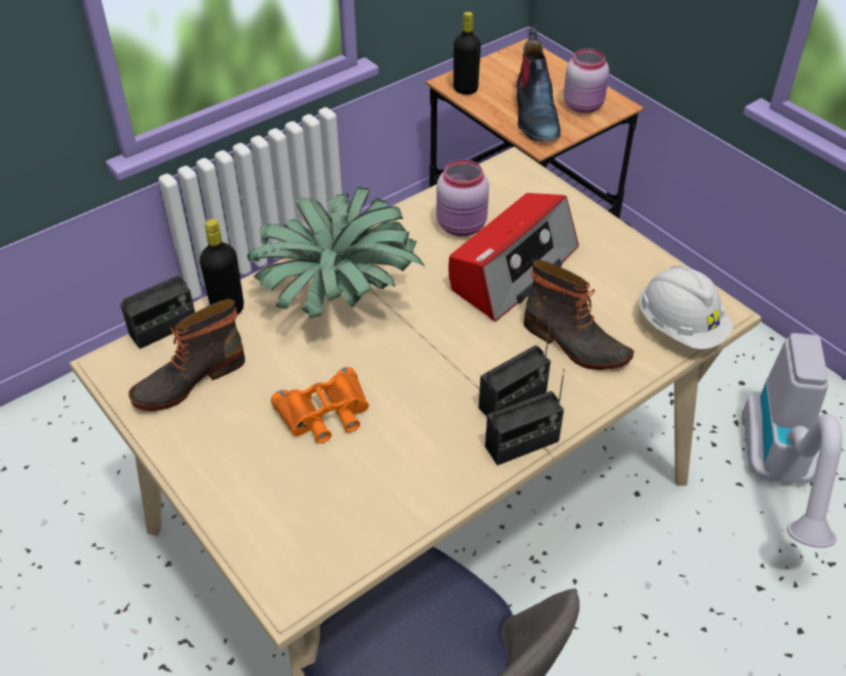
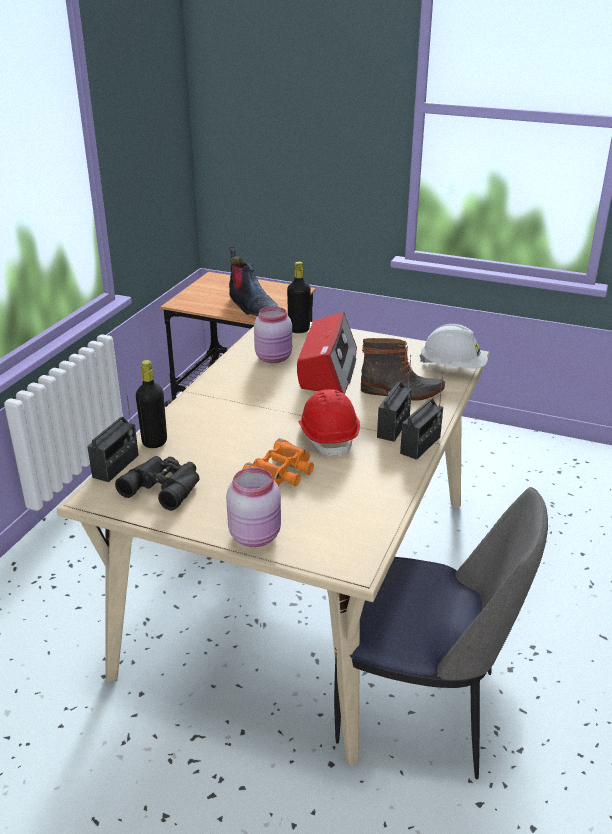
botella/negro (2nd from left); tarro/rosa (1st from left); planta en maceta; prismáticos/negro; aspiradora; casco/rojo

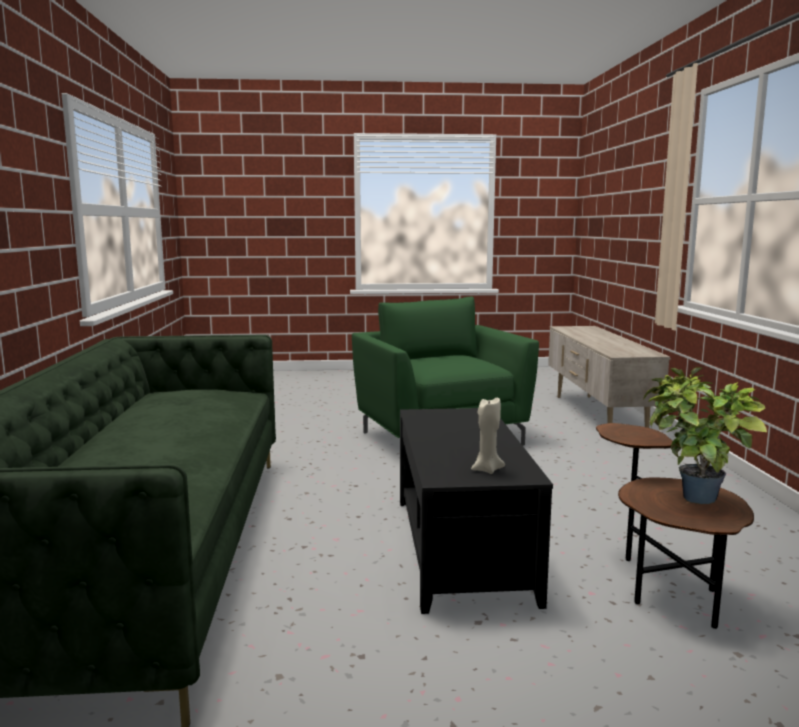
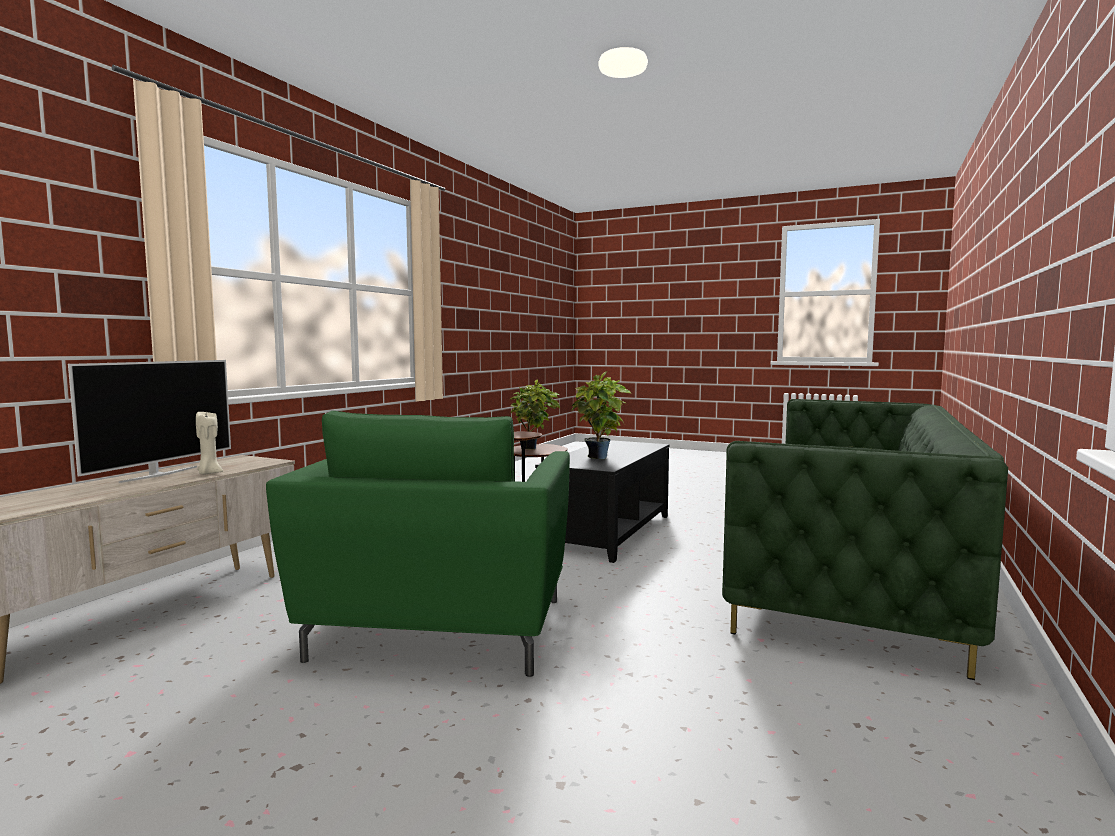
vela/beis; televisor; planta en maceta (2nd from left)

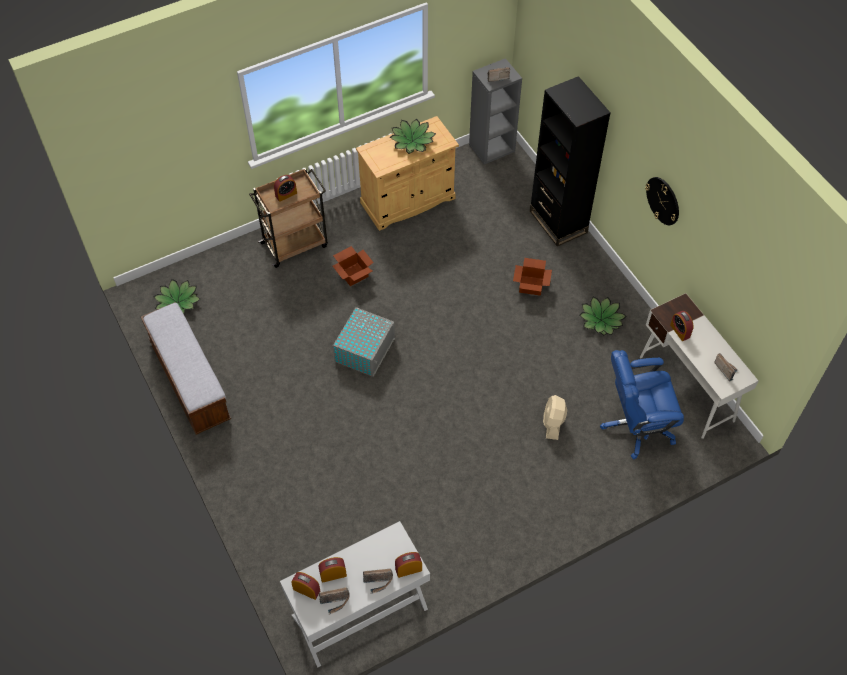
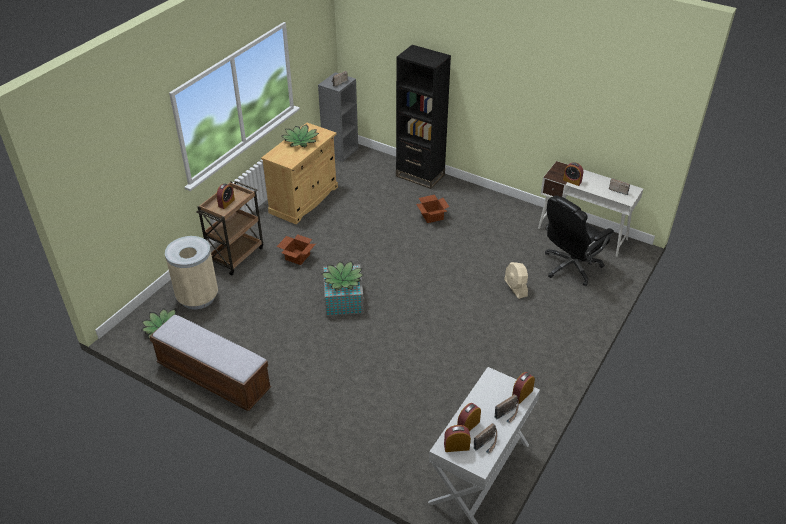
reloj de pared; planta en maceta (3rd from left); silla de oficina/negro; papelera/beis

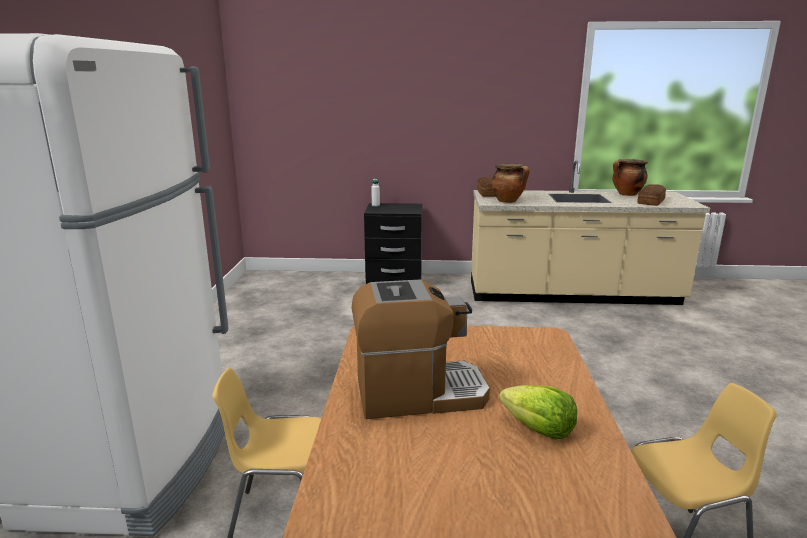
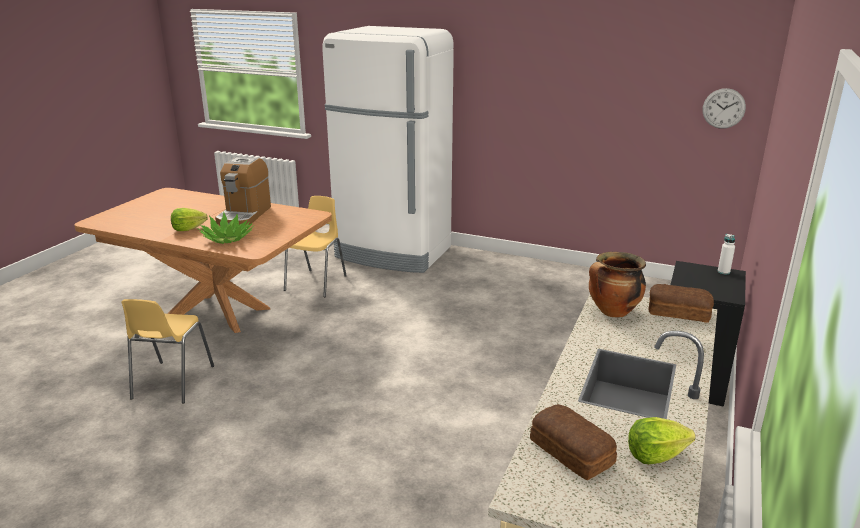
lechuga (2nd from left); reloj de pared; planta en maceta

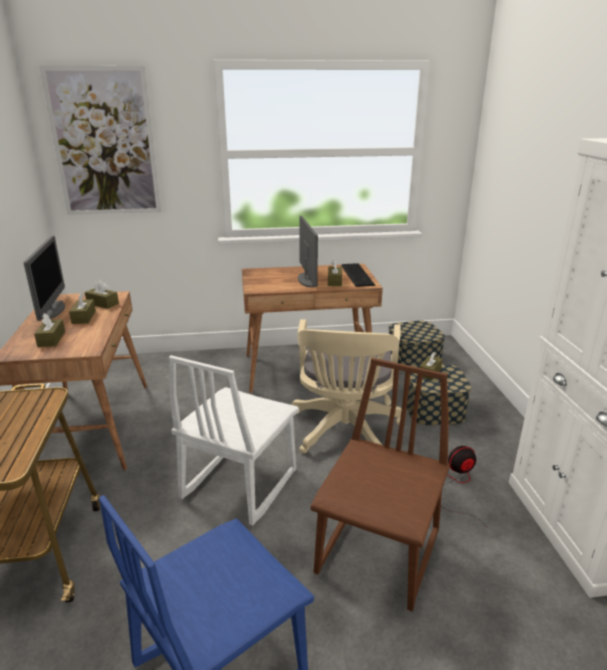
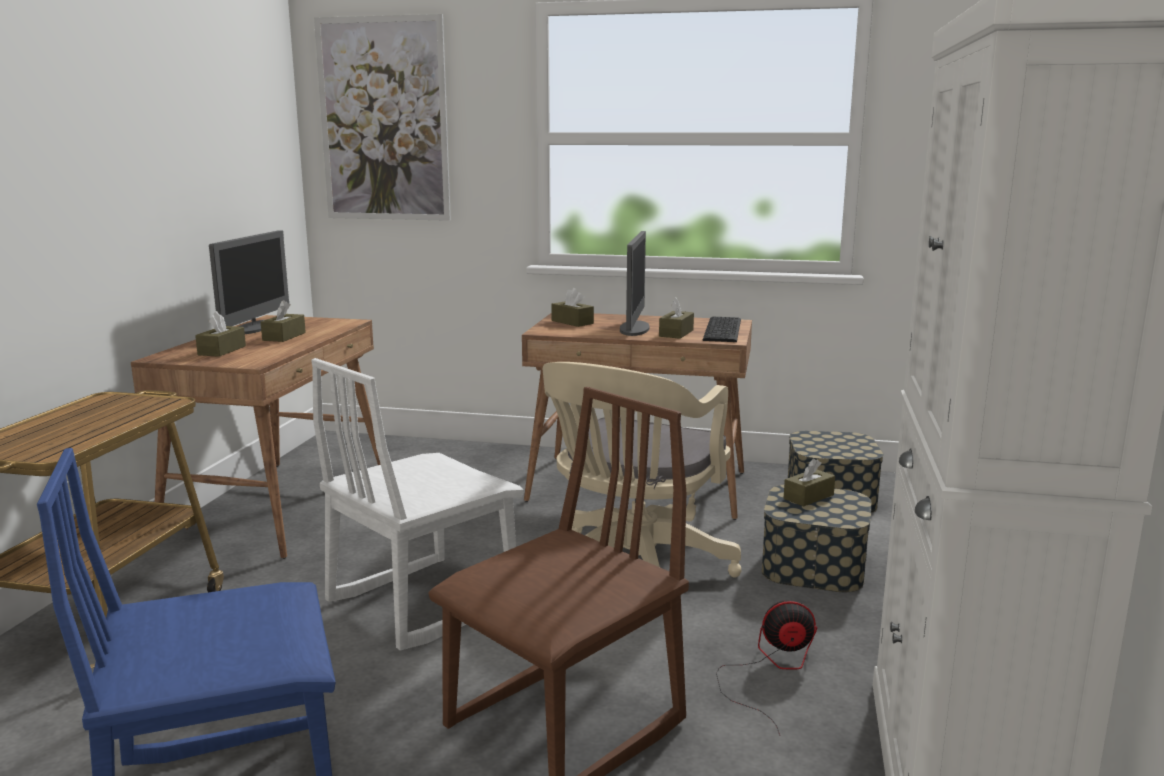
caja de pañuelos/marrón (3rd from left)

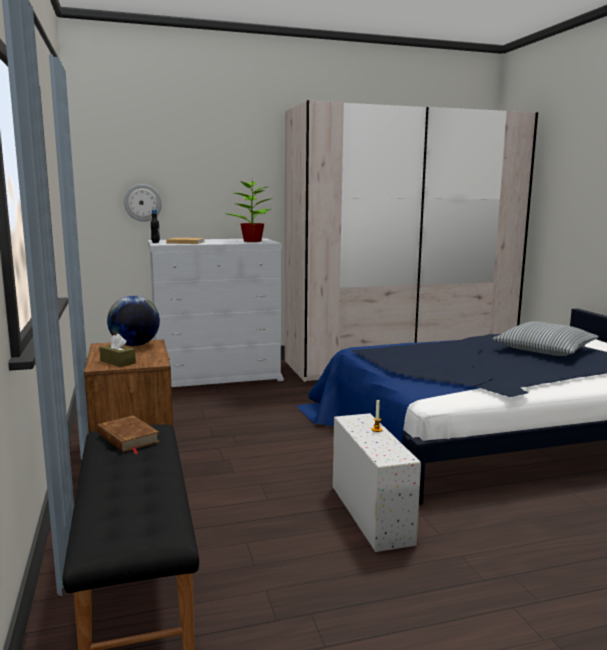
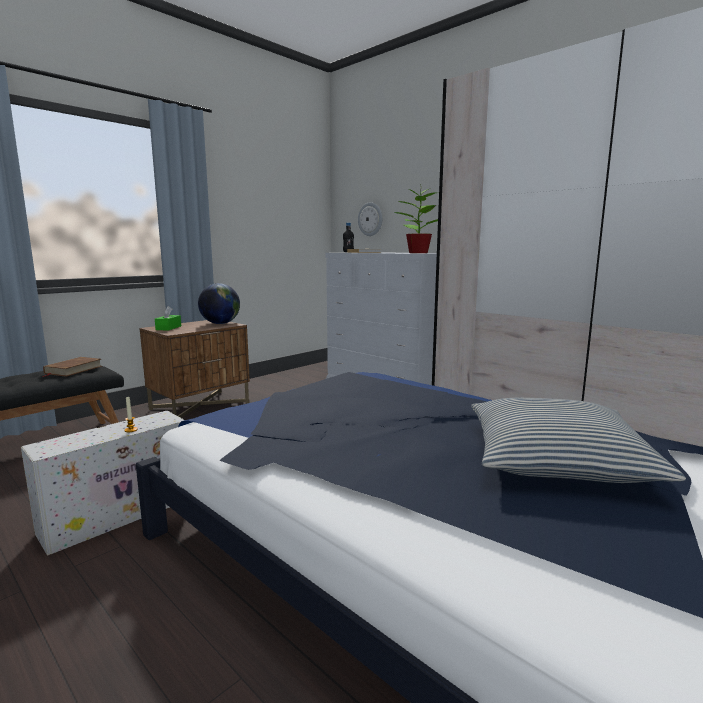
caja de pañuelos/verde

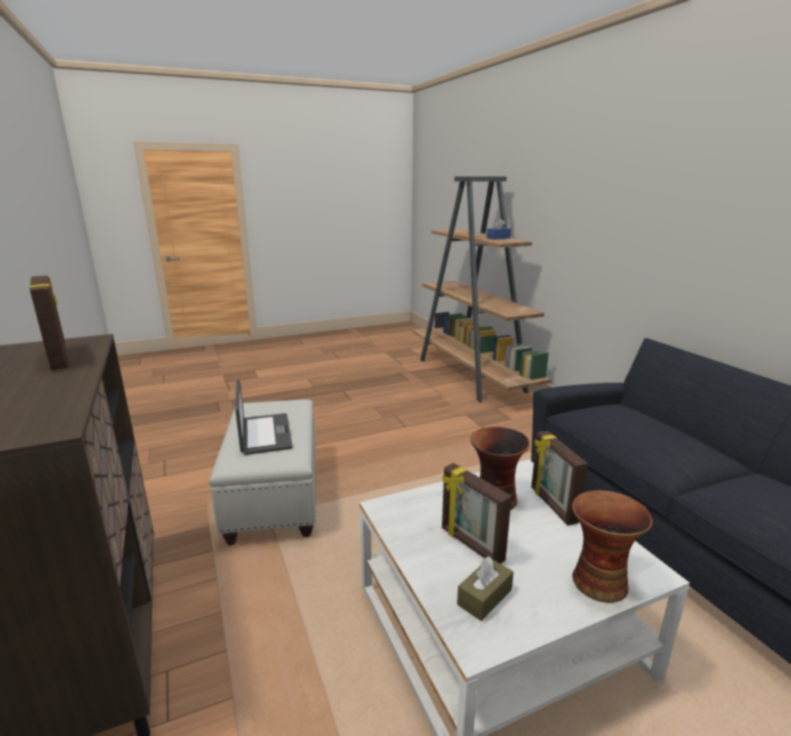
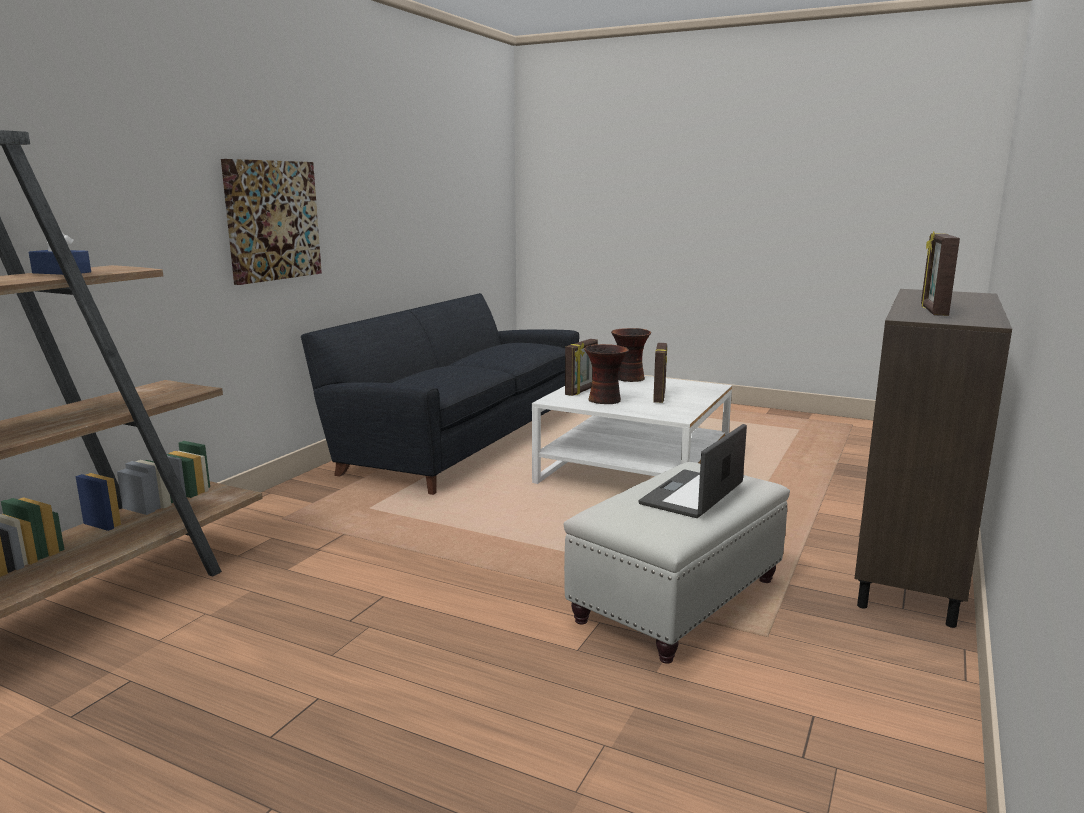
caja de pañuelos/marrón; cuadro

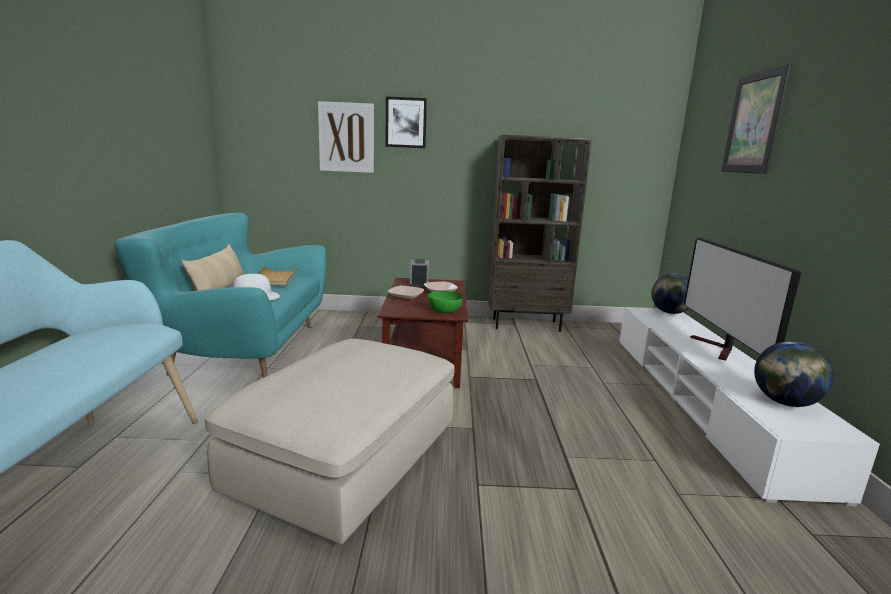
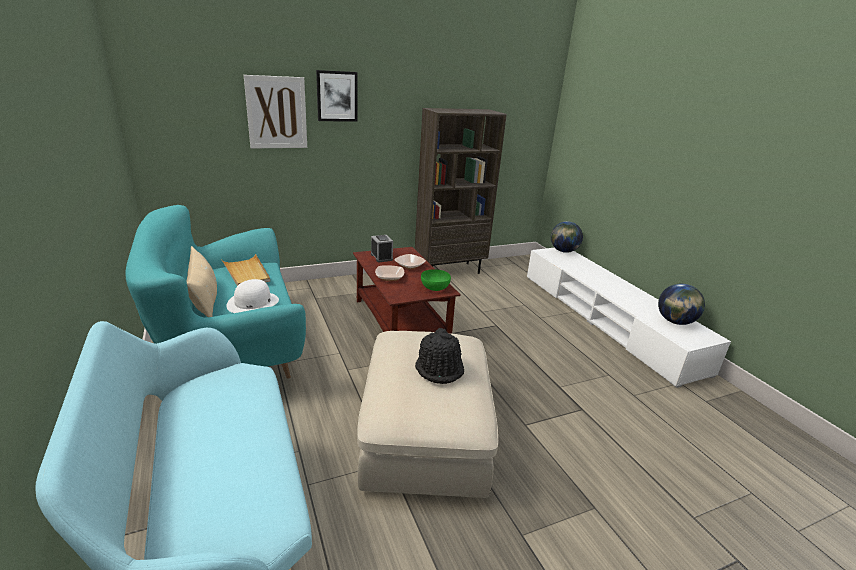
cuadro (3rd from left in the first image); televisor; sombrero/negro

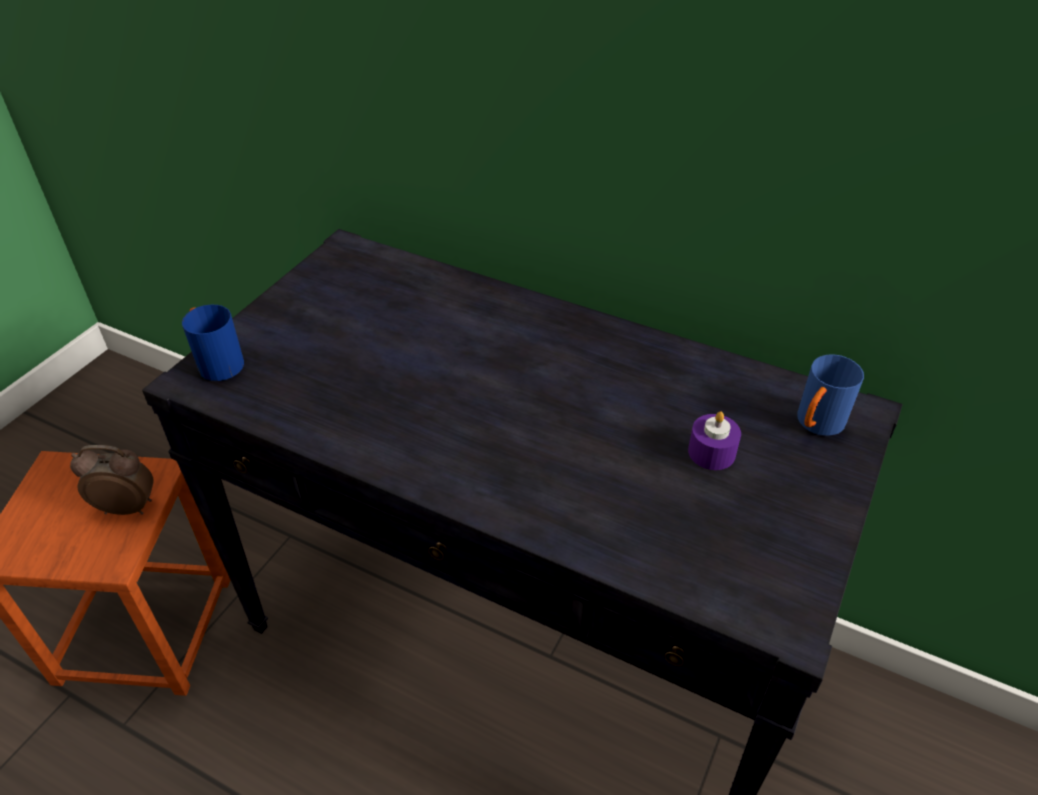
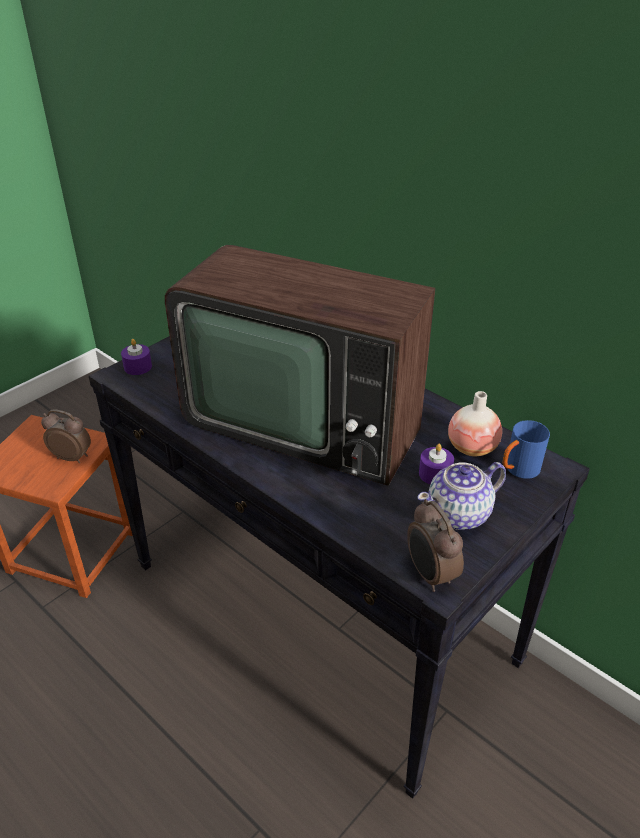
vela/morado (1st from left); televisor; florero; tetera; despertador (2nd from left)

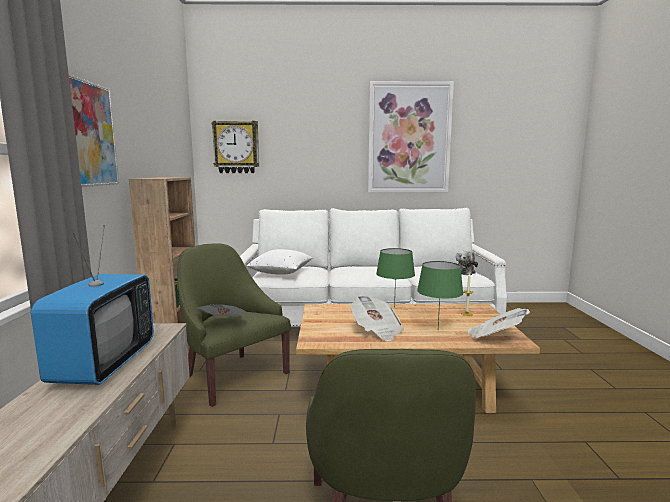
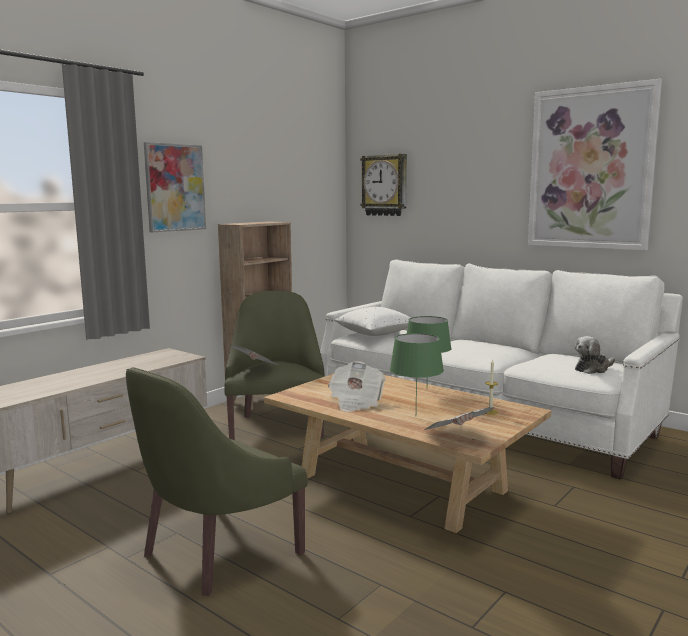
televisor

